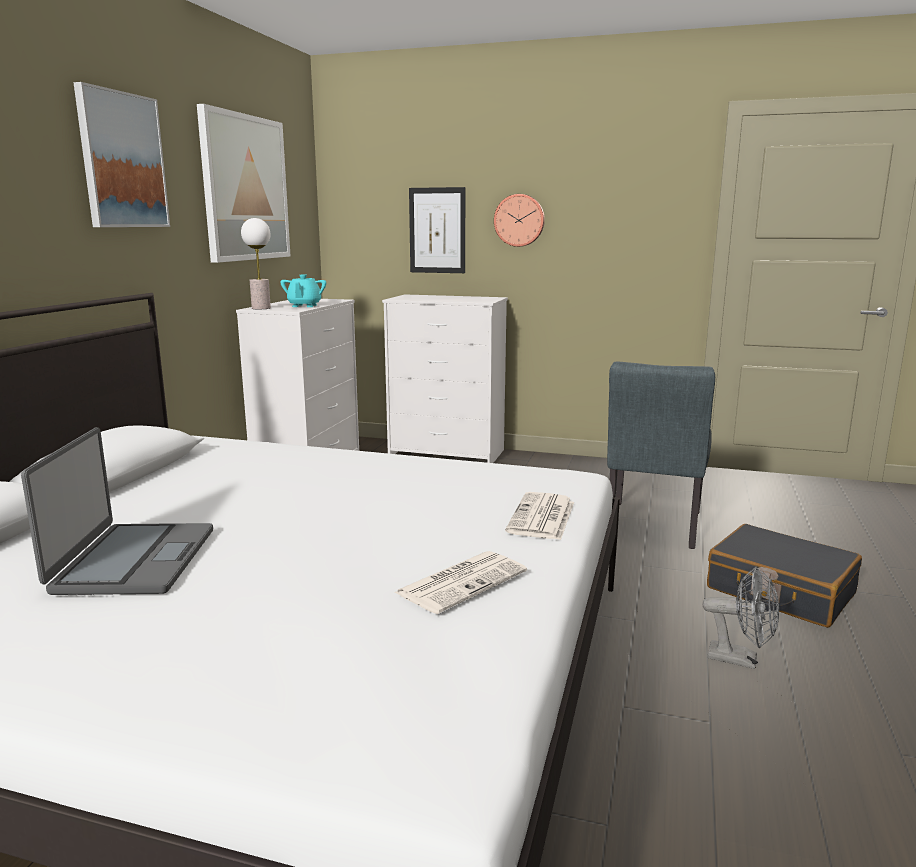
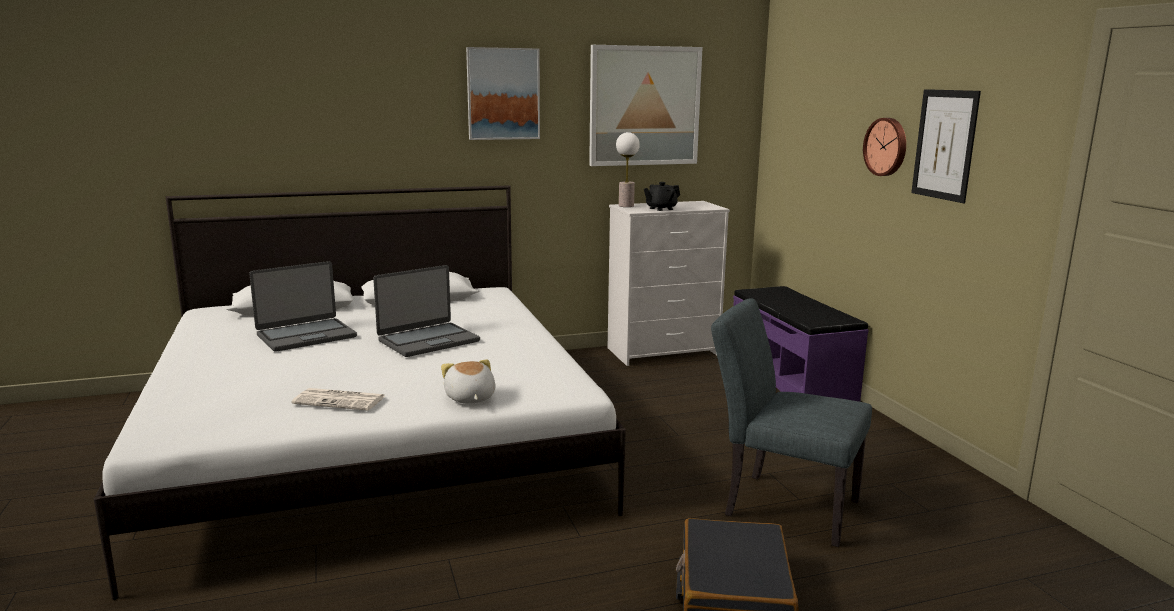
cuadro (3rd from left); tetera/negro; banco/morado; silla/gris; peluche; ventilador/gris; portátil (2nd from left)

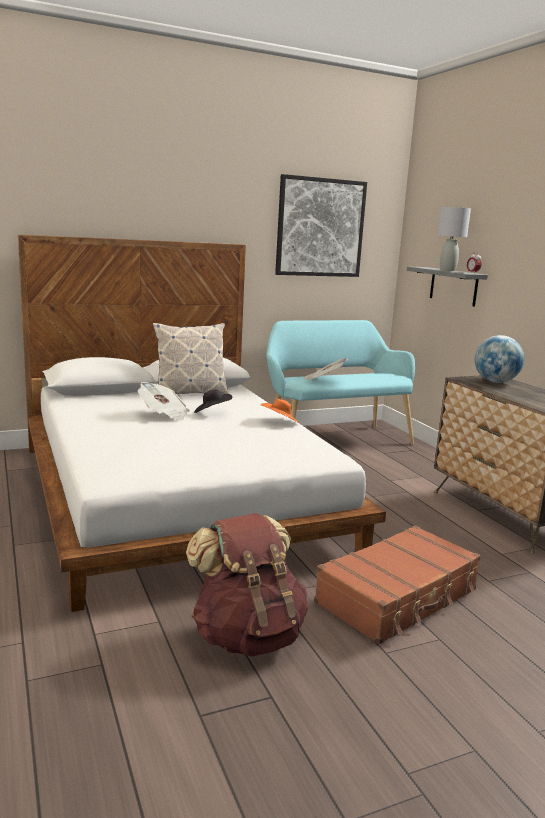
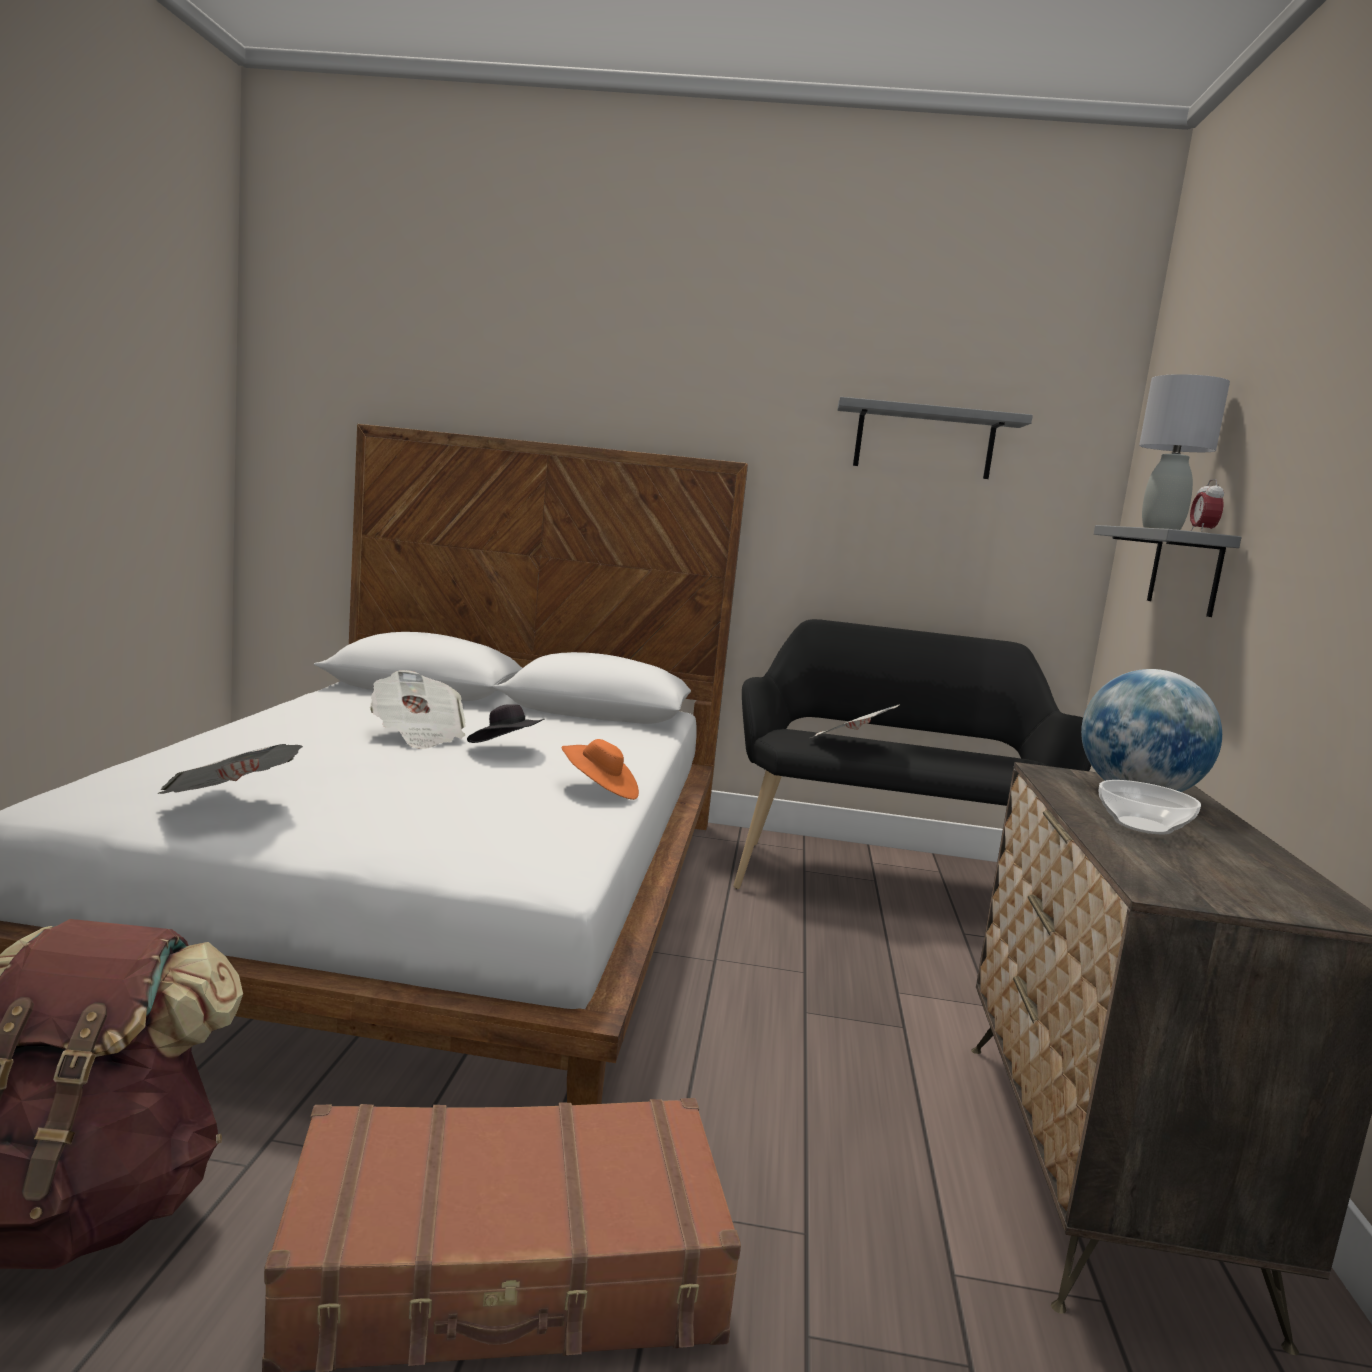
estante/gris (1st from left); banco/negro; cojín; periódico (1st from left); cuenco

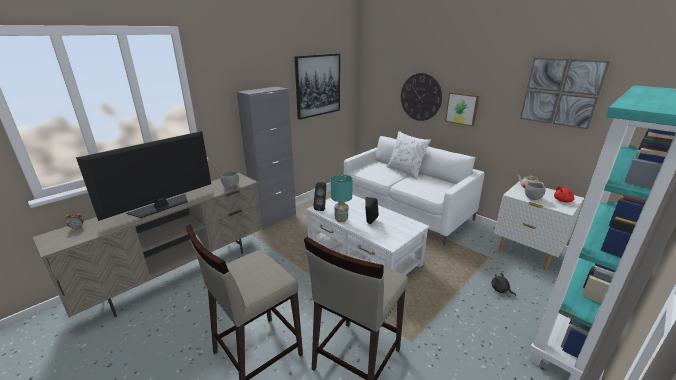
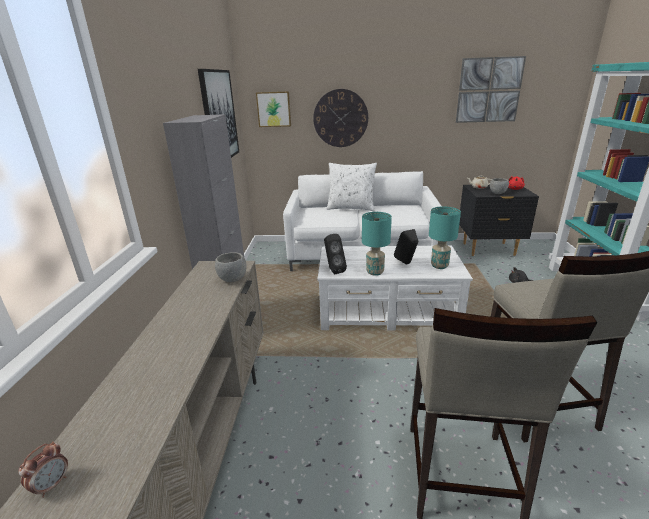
cuadro (2nd from left); televisor; mesita de noche/negro; lámpara de mesa/turquesa (2nd from left)

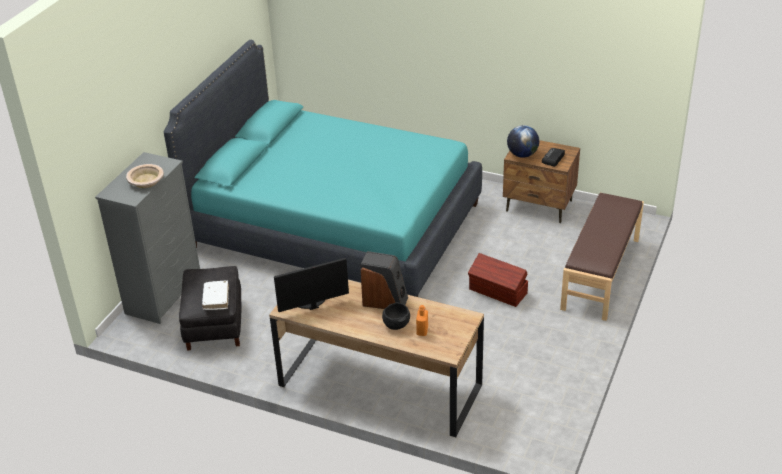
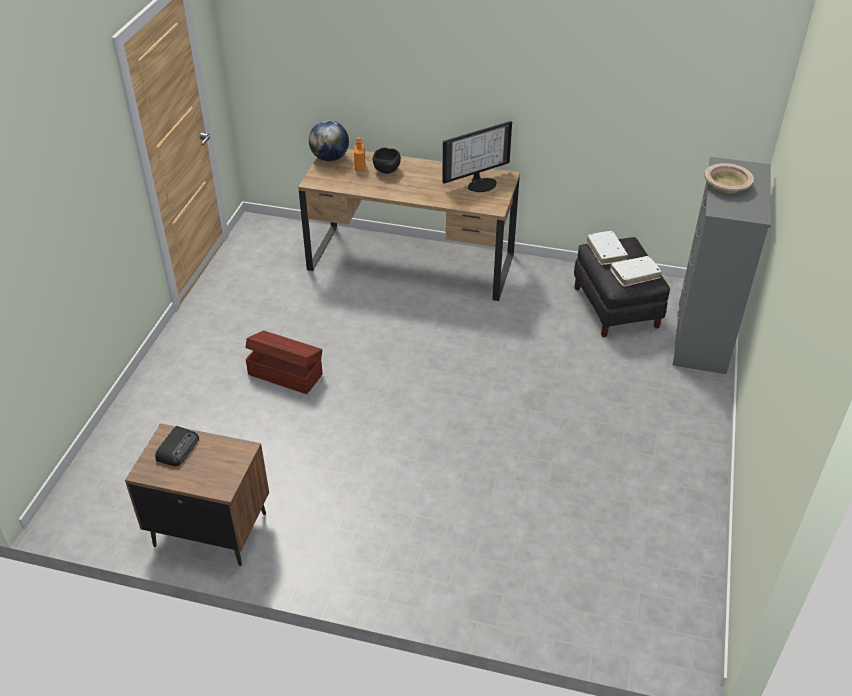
cama/turquesa; globo terráqueo; banco/marrón; altavoz; libro/blanco (2nd from left)

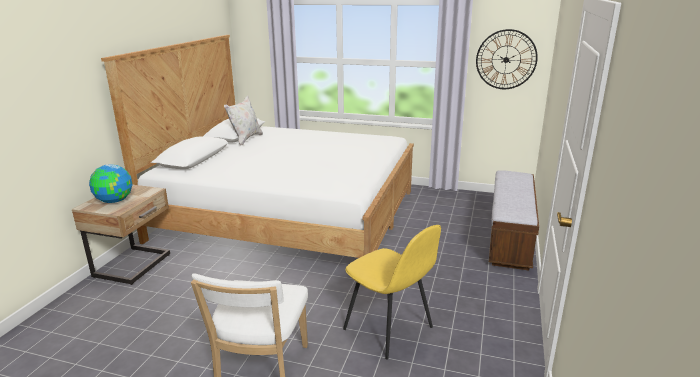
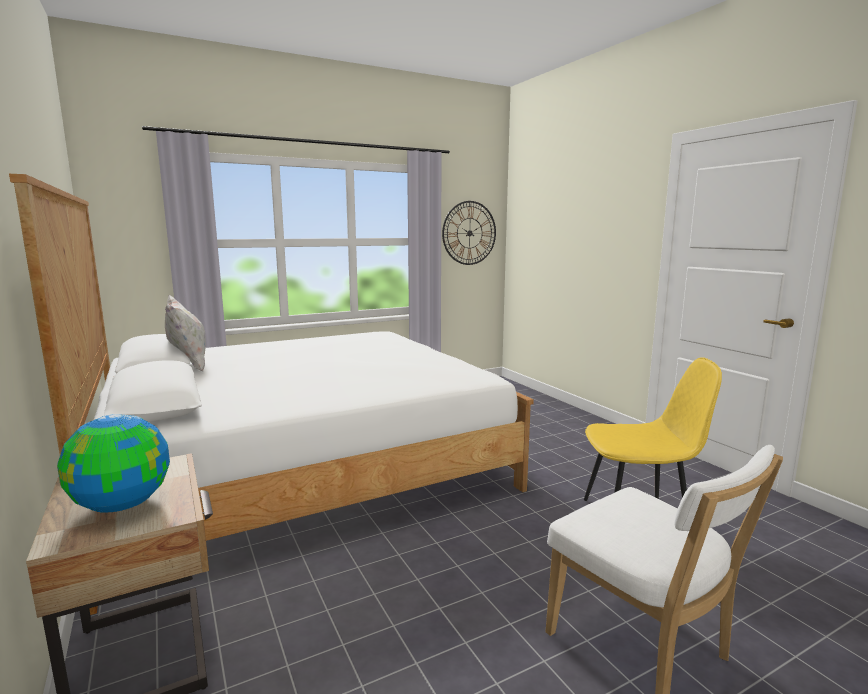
banco

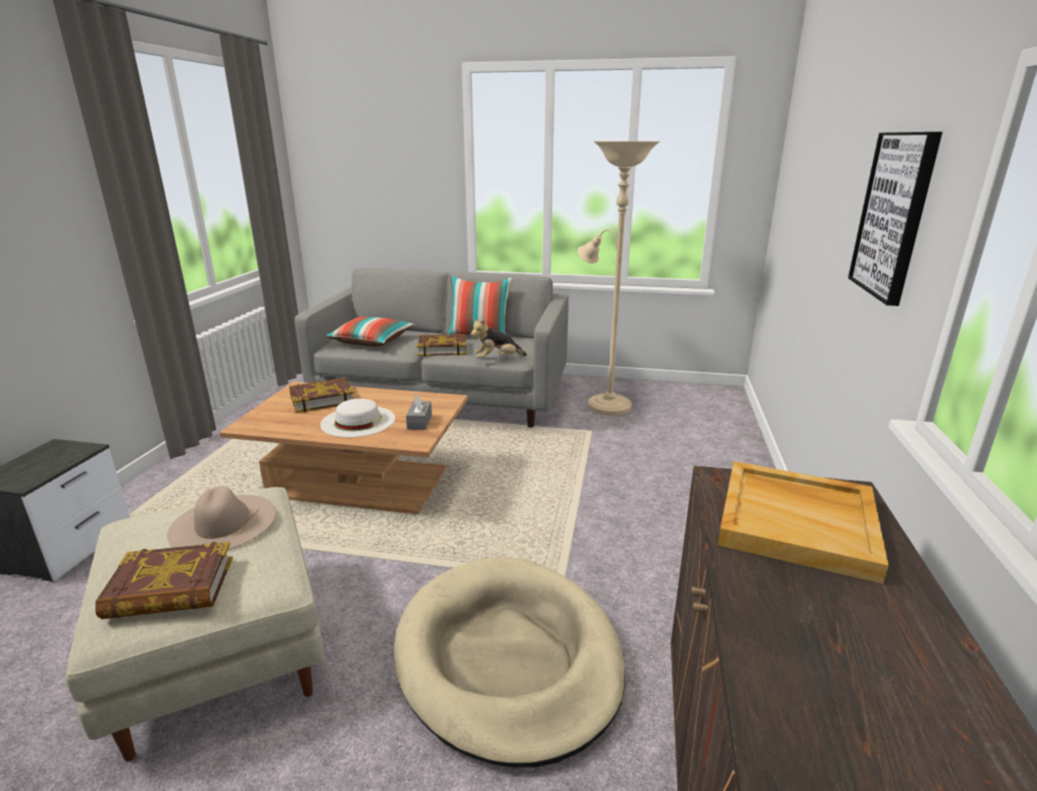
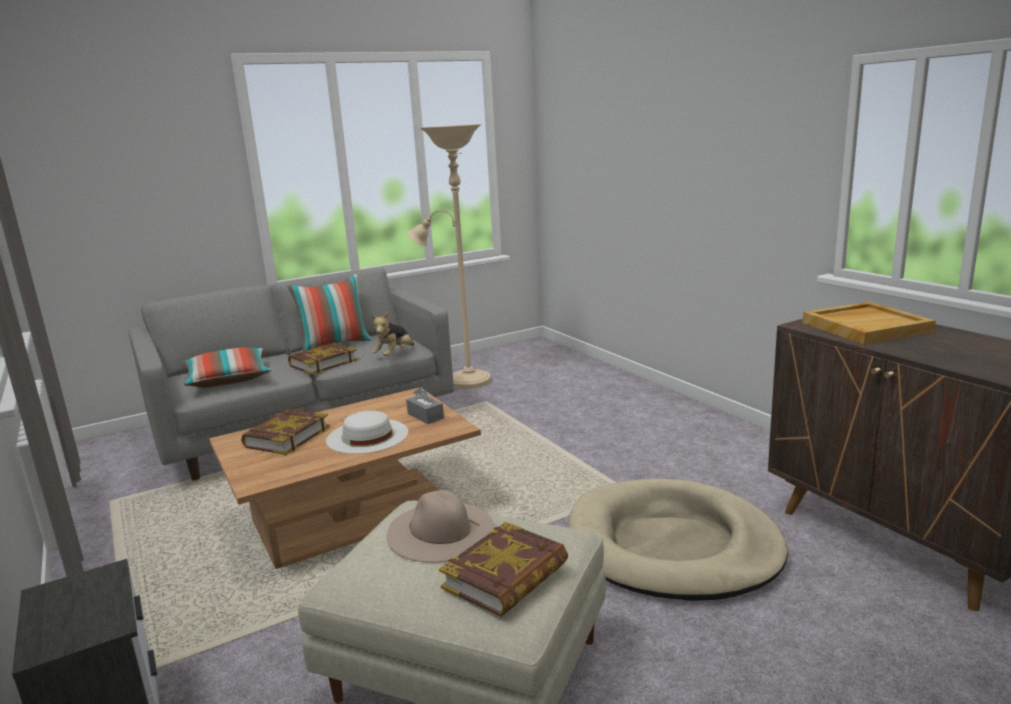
cuadro

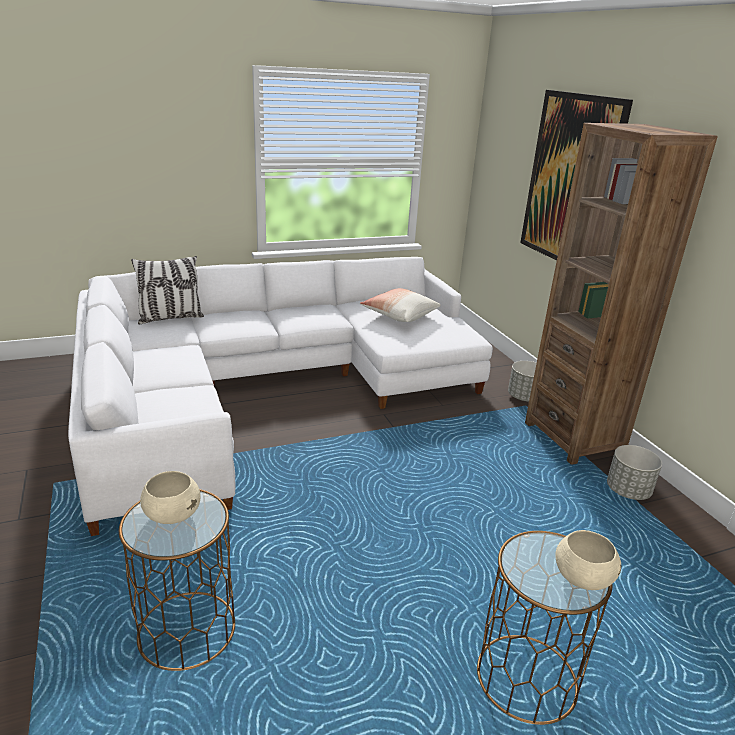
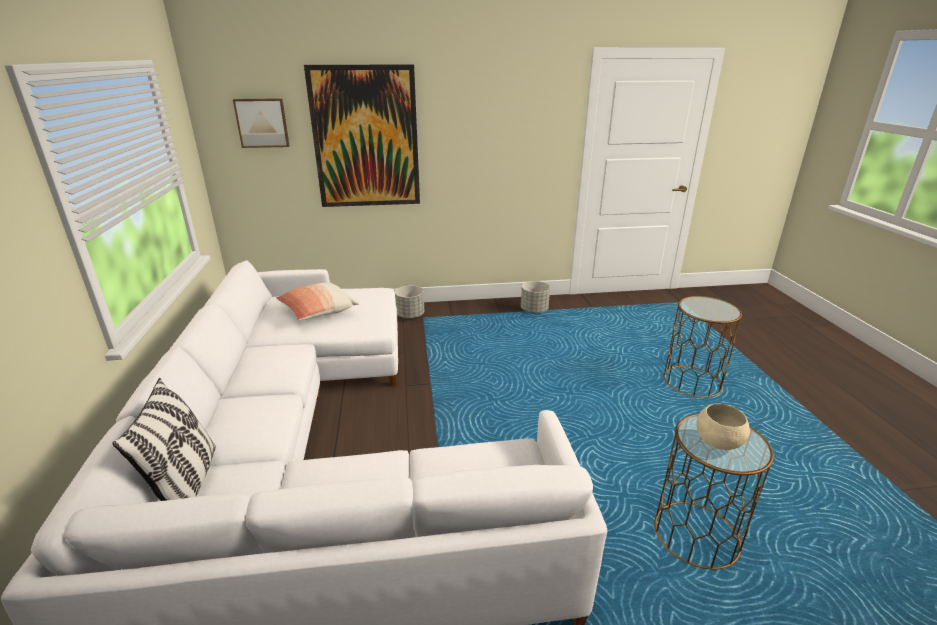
estantería/marrón; cuenco/beis (2nd from left in the first image); cuadro (1st from left)

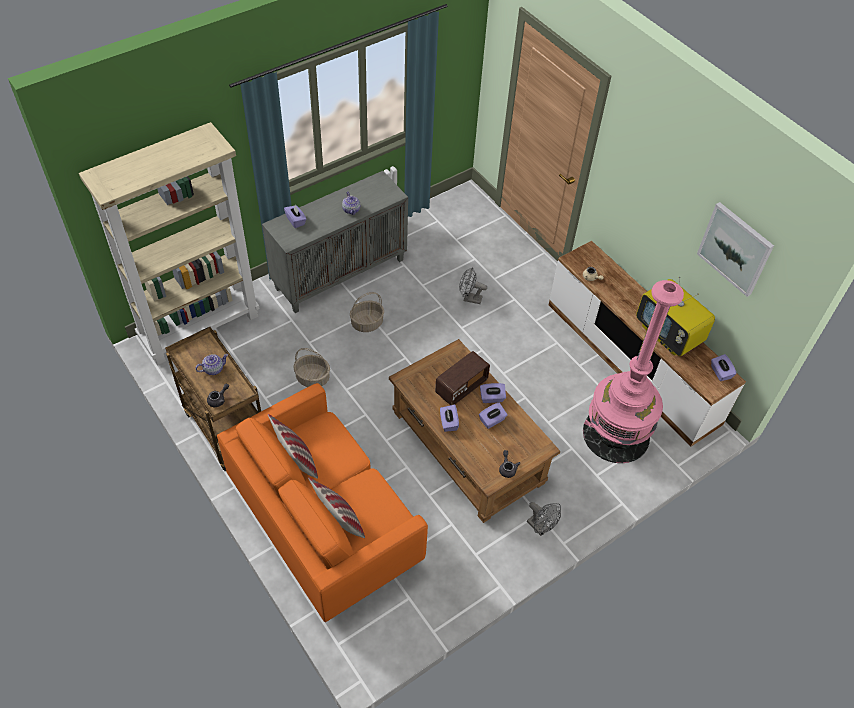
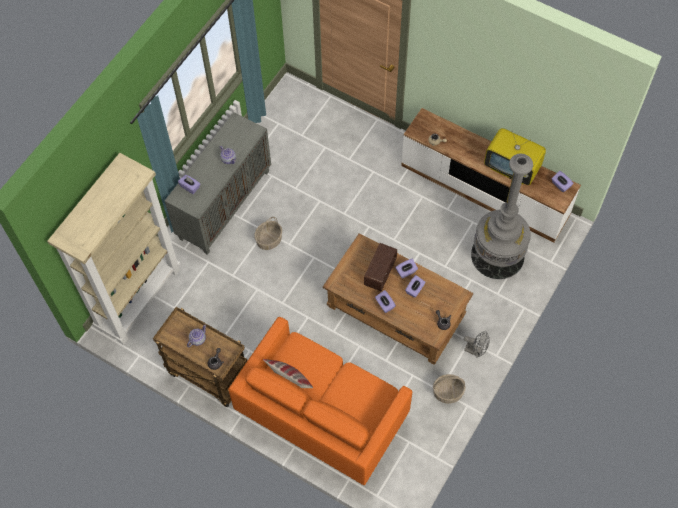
cuadro; ventilador/gris (1st from left in the first image); lámpara de pie/gris; cesta (2nd from left); cojín (2nd from left in the first image)

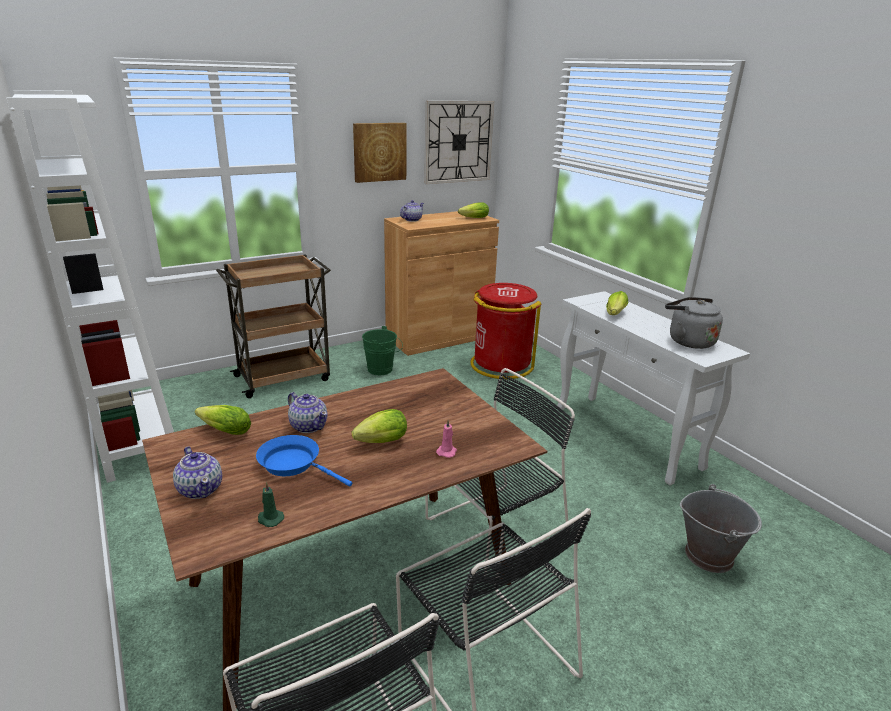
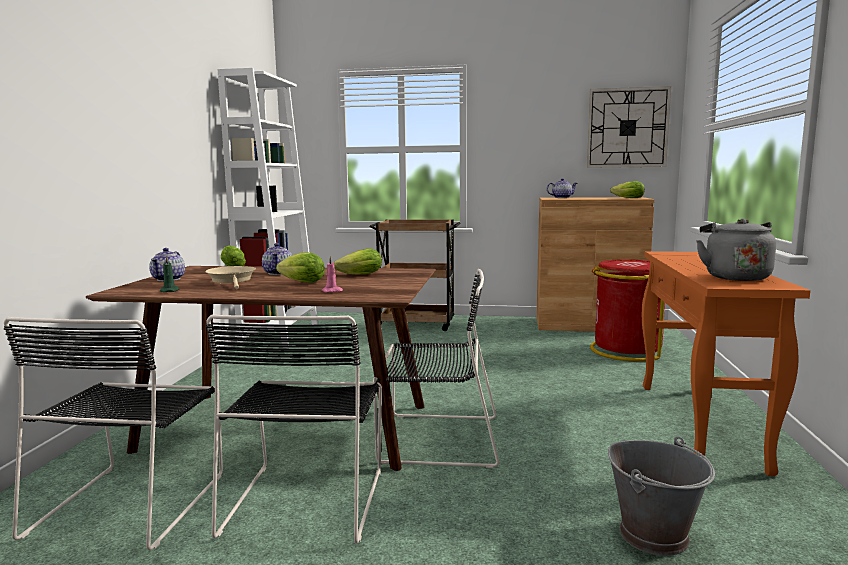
cuadro; mesa consola/naranja; lechuga (3rd from left); cubo/verde; sartén/beis

